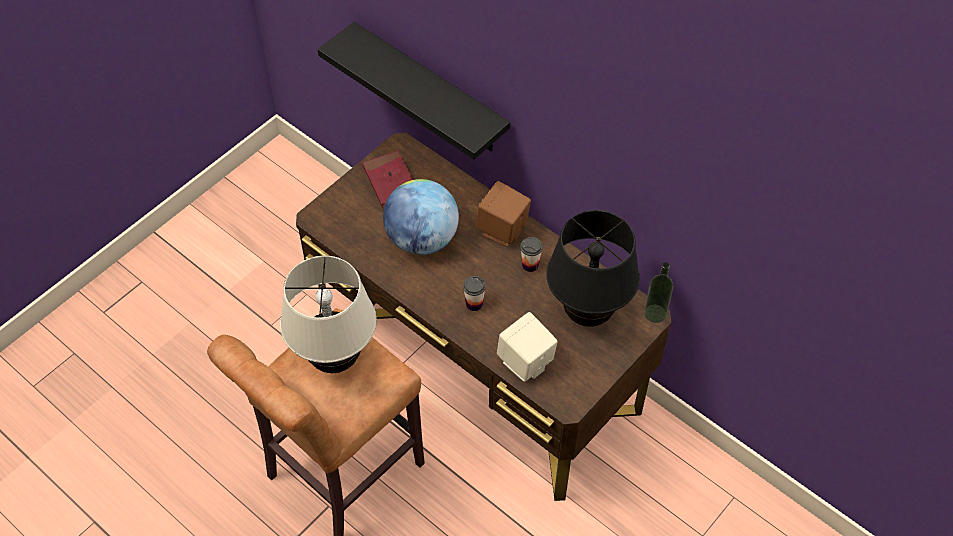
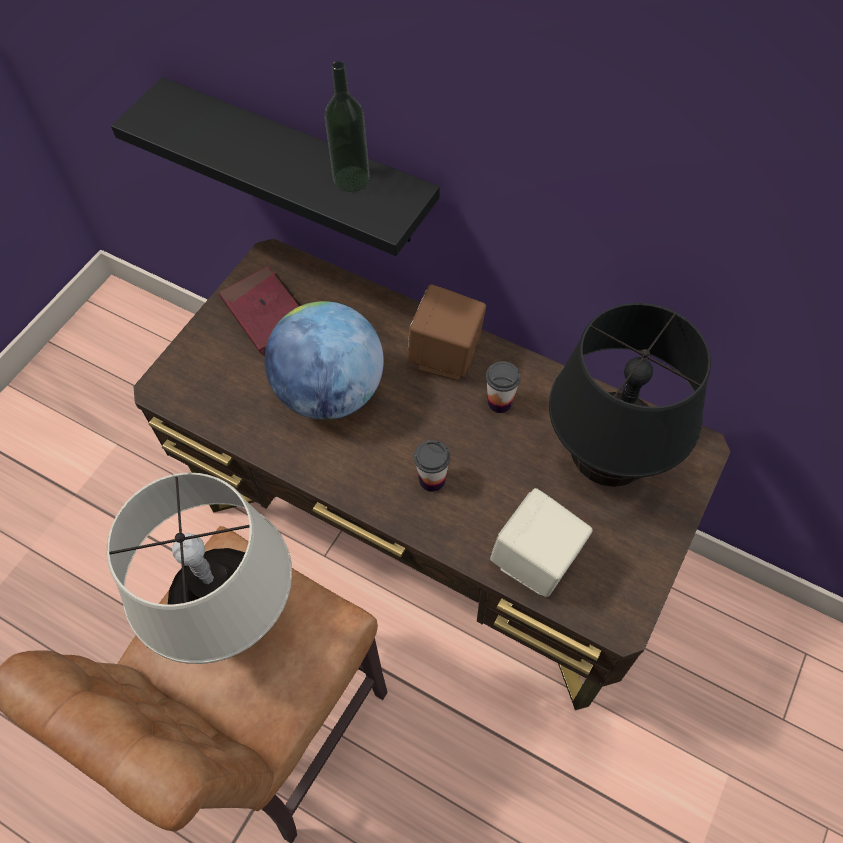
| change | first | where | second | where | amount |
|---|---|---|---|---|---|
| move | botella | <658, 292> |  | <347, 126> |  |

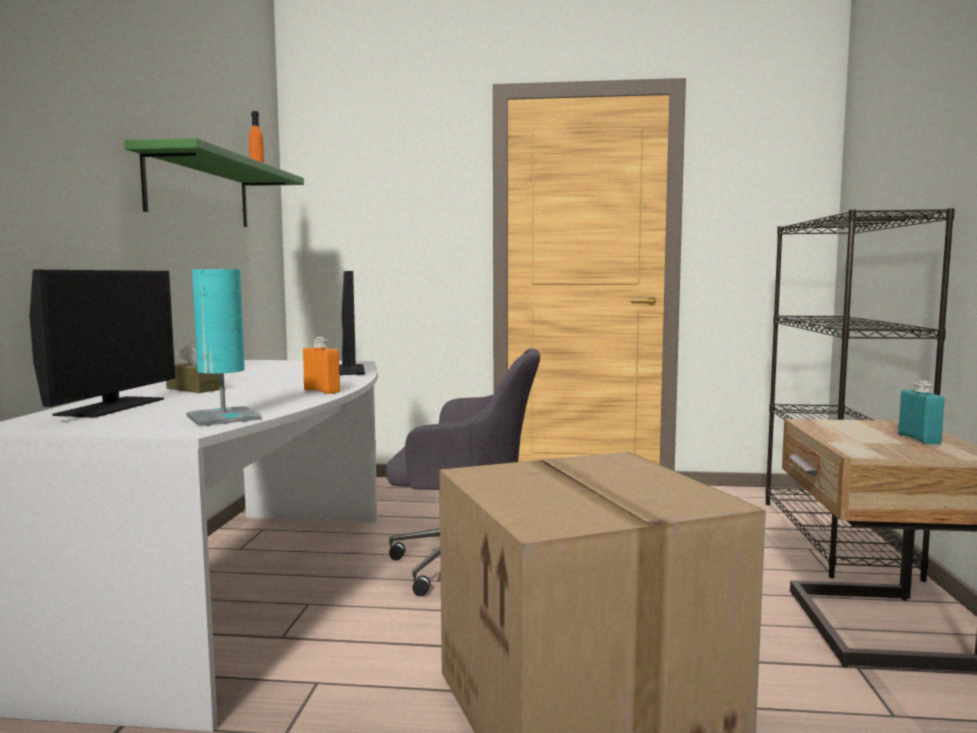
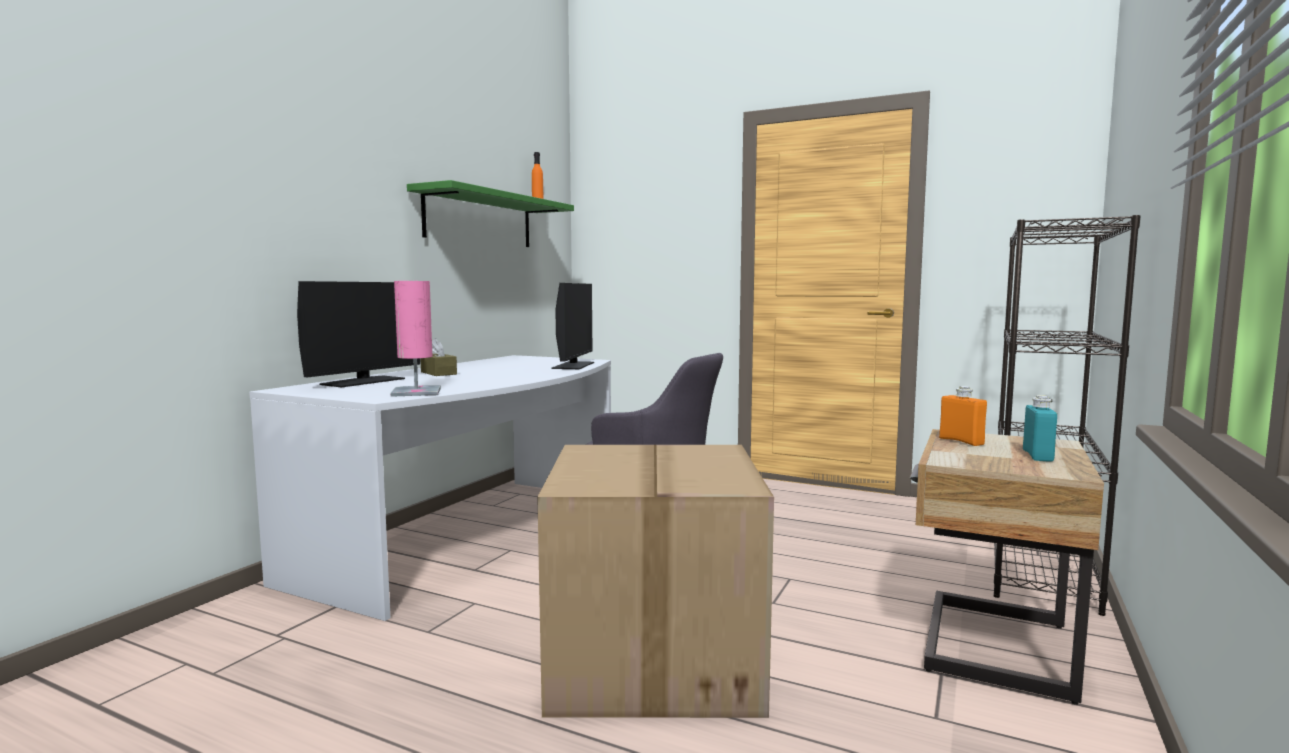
| change | first | where | second | where | amount |
|---|---|---|---|---|---|
| recolor | lámpara de mesa (turquesa) | <223, 347> | lámpara de mesa (rosa) | <415, 339> |  |
| move | botella (naranja) | <321, 365> |  | <963, 416> |  |

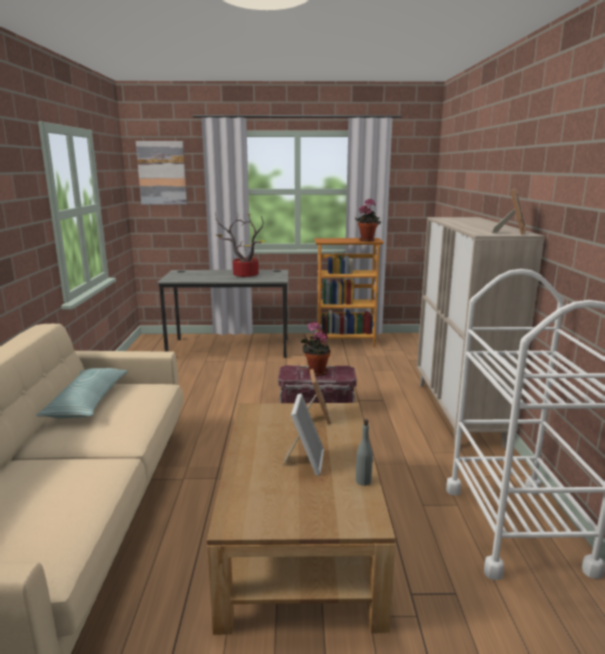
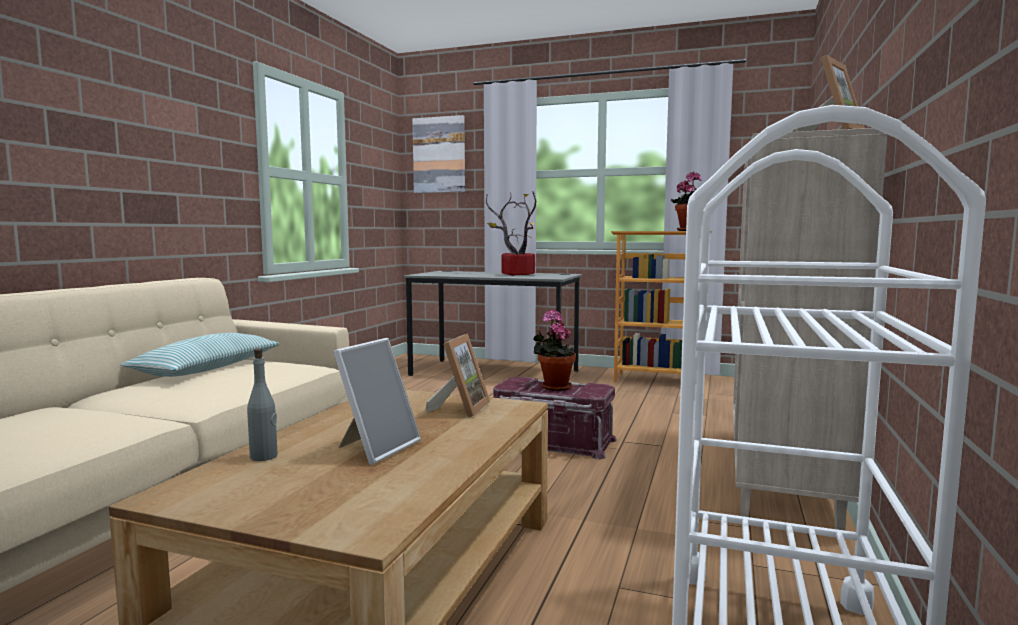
| change | first | where | second | where | amount |
|---|---|---|---|---|---|
| move | botella (gris) | <364, 452> |  | <262, 404> |  |

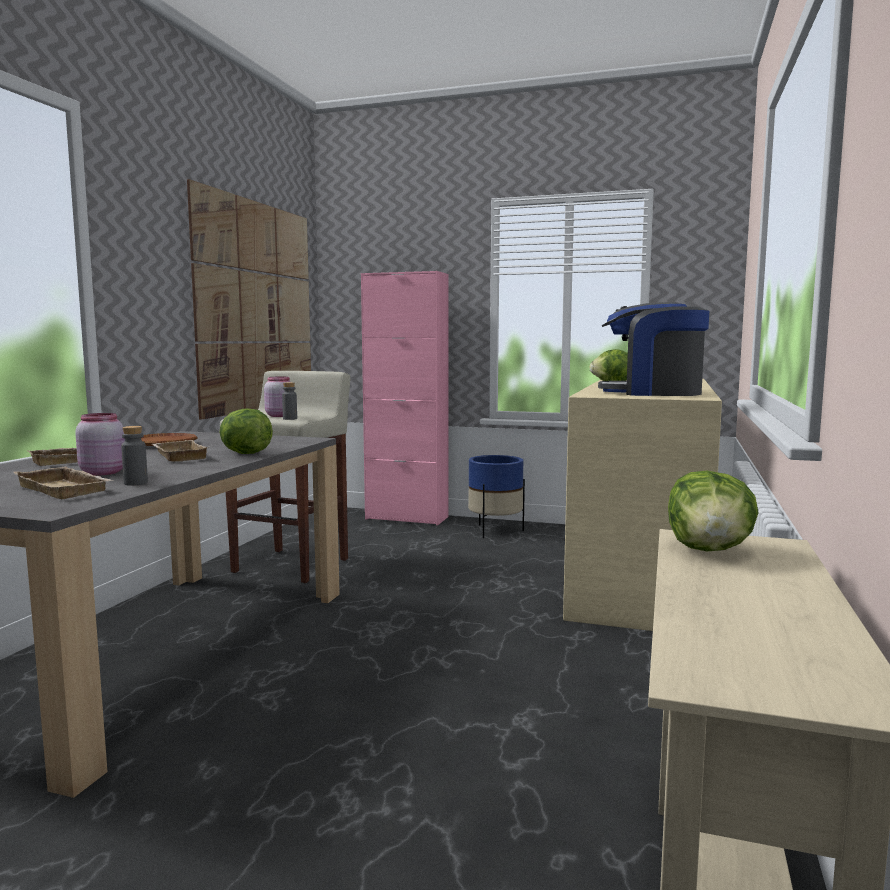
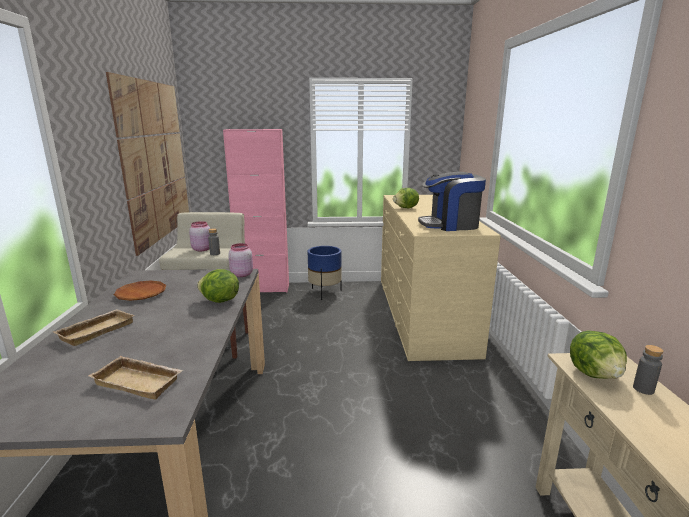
| change | first | where | second | where | amount |
|---|---|---|---|---|---|
| move | tarro (rosa) | <100, 444> |  | <240, 260> |  |
| move | botella (gris) | <134, 456> |  | <648, 370> |  |
| delete | bandeja (beis) | <180, 451> |  |  |  |

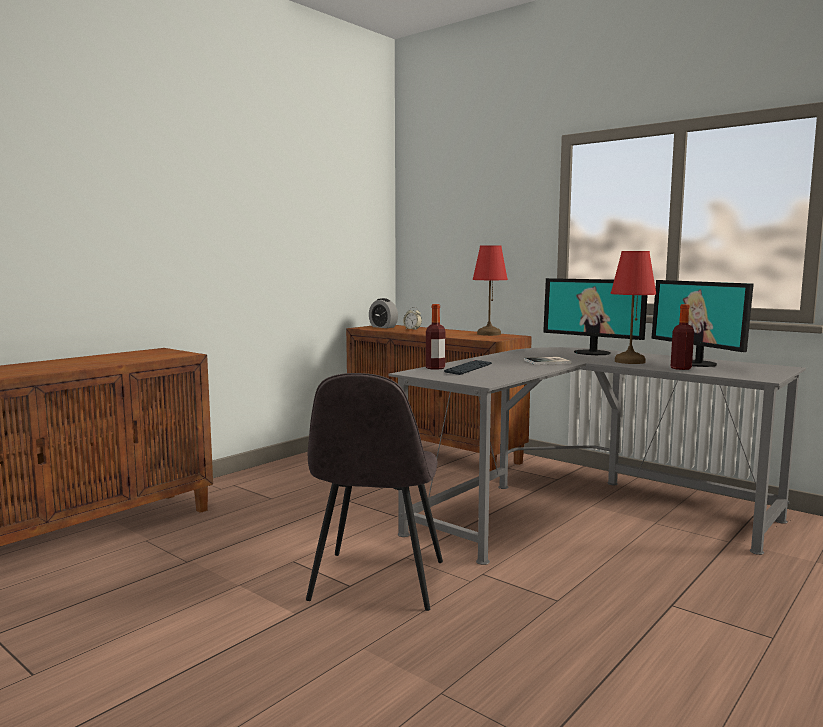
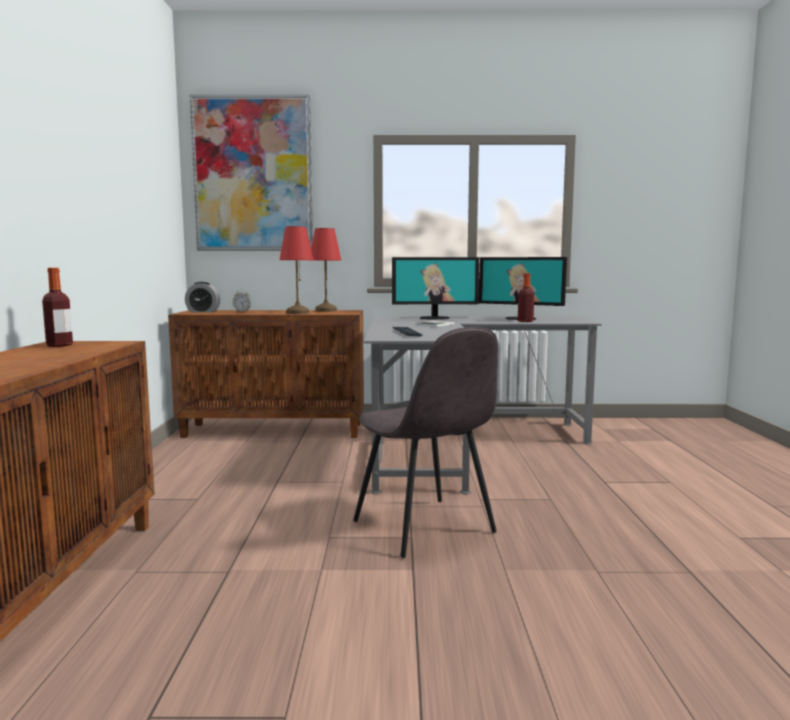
| change | first | where | second | where | amount |
|---|---|---|---|---|---|
| move | botella | <436, 337> |  | <57, 307> |  |
| move | lámpara de mesa (rojo) | <634, 307> |  | <296, 270> |  |
| insert |  |  | cuadro | <251, 172> |  |

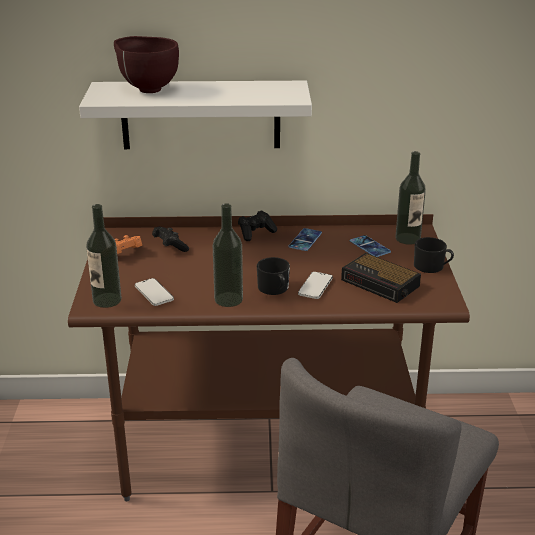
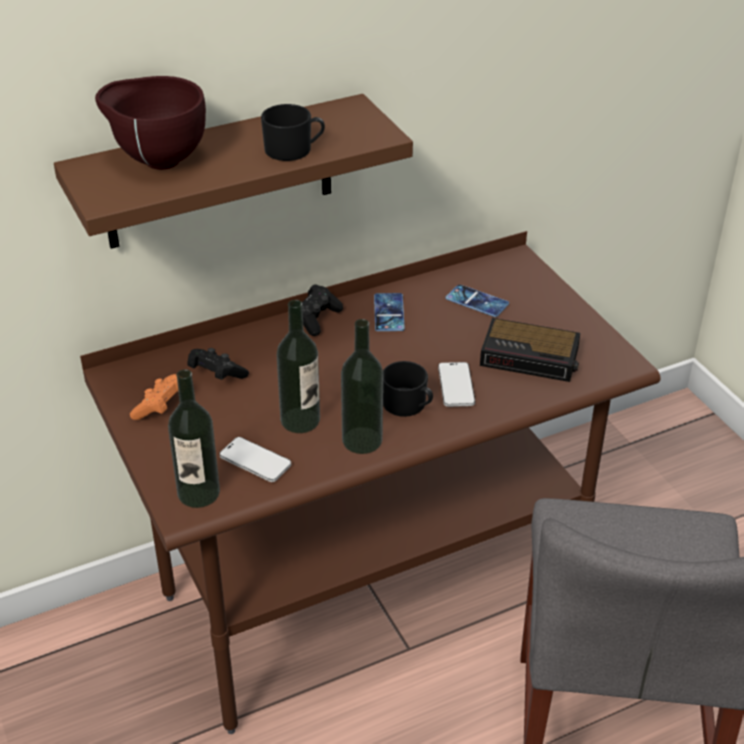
| change | first | where | second | where | amount |
|---|---|---|---|---|---|
| recolor | estante (blanco) | <195, 115> | estante (marrón) | <233, 171> |  |
| move | botella | <410, 198> |  | <298, 366> |  |
| move | taza grande (negro) | <434, 255> |  | <293, 132> |  |

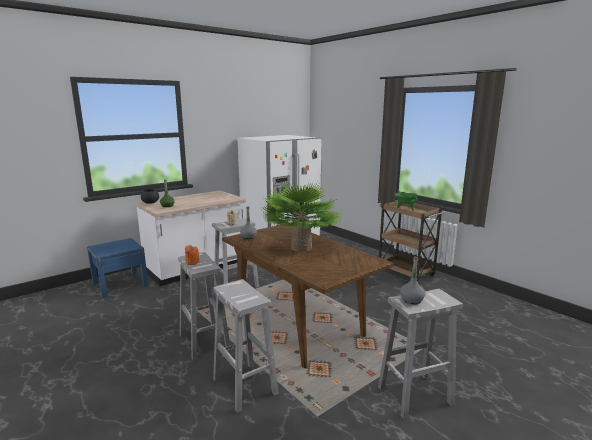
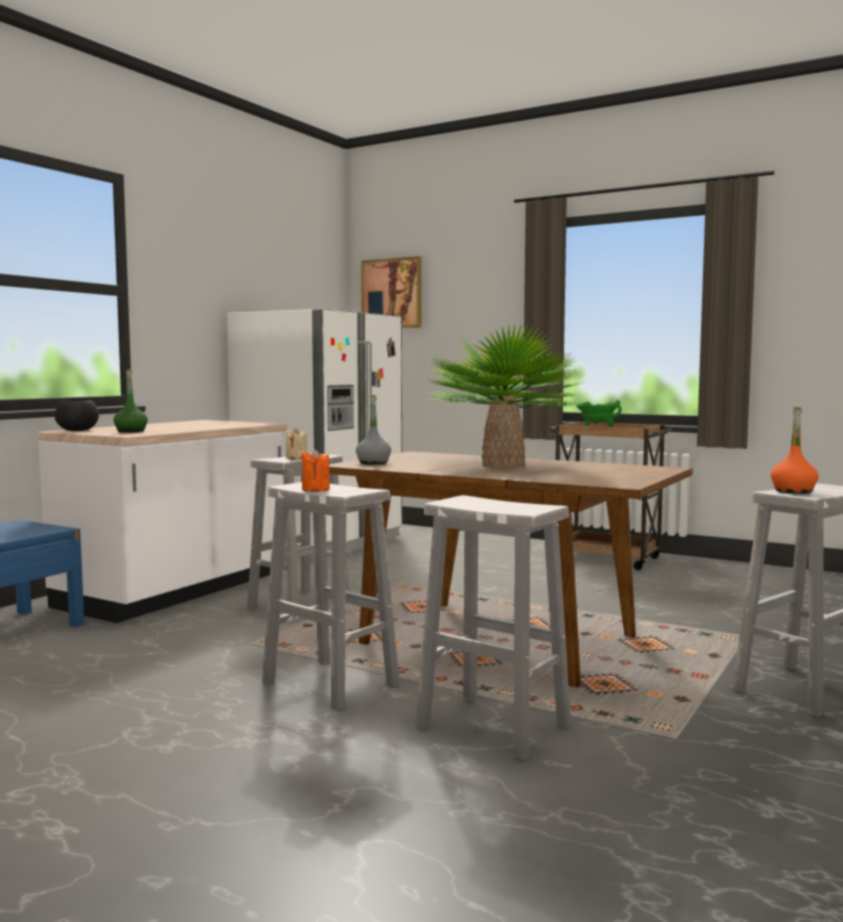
| change | first | where | second | where | amount |
|---|---|---|---|---|---|
| recolor | botella (gris) | <412, 280> | botella (naranja) | <795, 450> |  |
| insert |  |  | cuadro | <391, 292> |  |

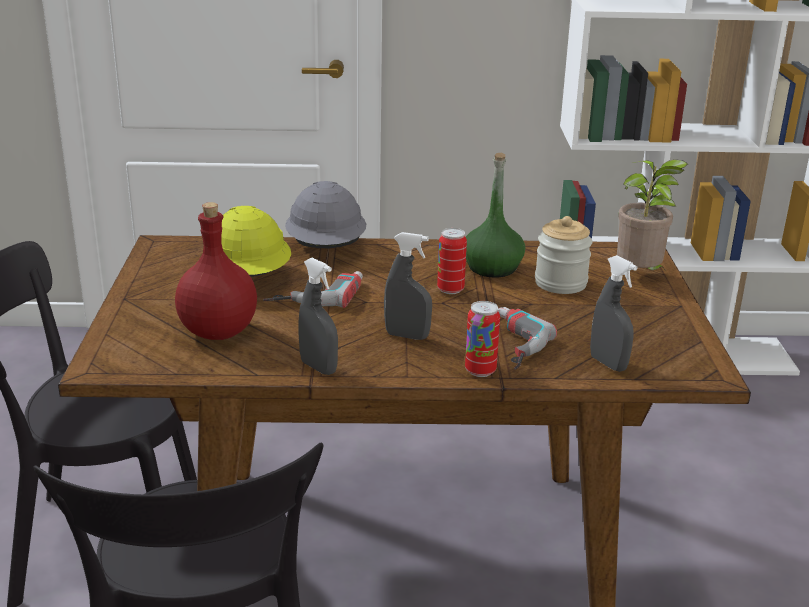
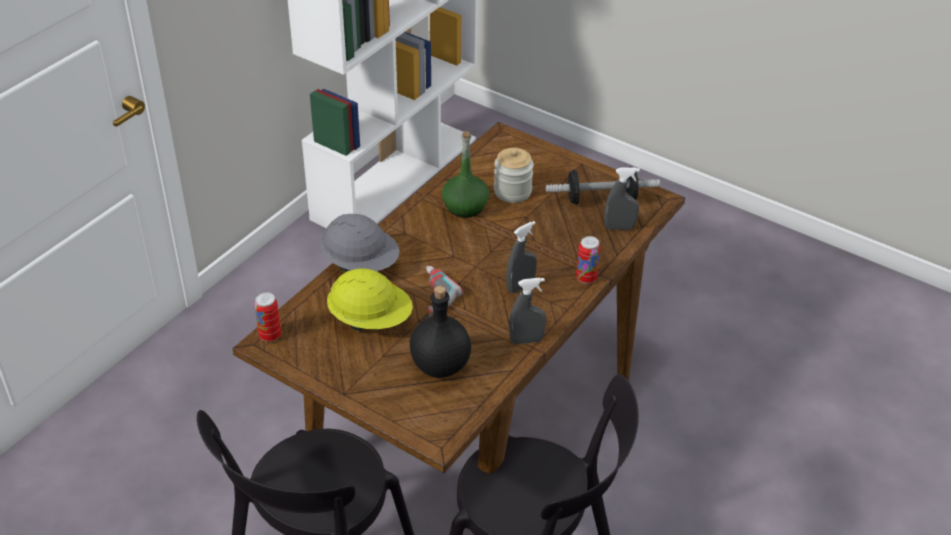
| change | first | where | second | where | amount |
|---|---|---|---|---|---|
| recolor | botella (rojo) | <216, 271> | botella (negro) | <440, 332> |  |
| move | lata | <452, 261> |  | <267, 317> |  |
| delete | taladro | <527, 338> |  |  |  |
| delete | planta en maceta | <653, 215> |  |  |  |
| insert |  |  | mancuerna | <603, 186> |  |

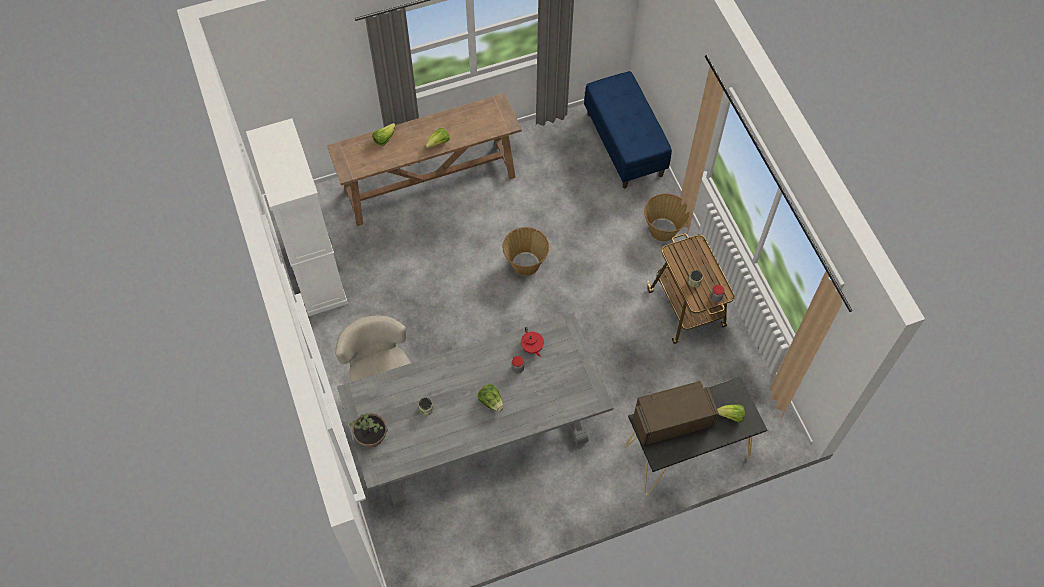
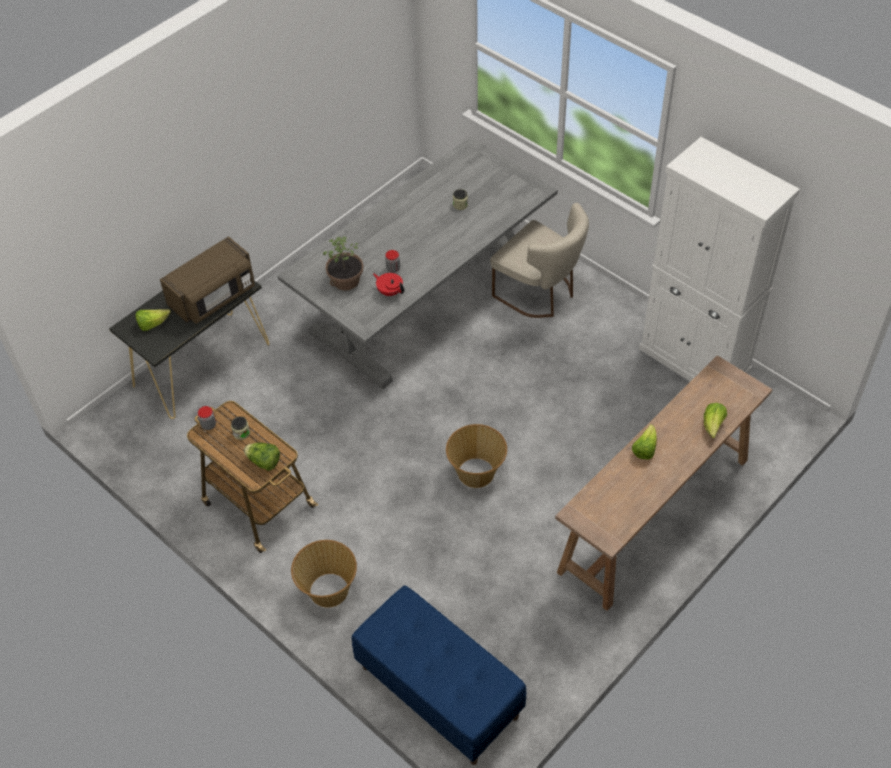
| change | first | where | second | where | amount |
|---|---|---|---|---|---|
| move | planta en maceta | <368, 430> |  | <343, 264> |  |
| move | lechuga | <490, 398> |  | <262, 457> |  |

